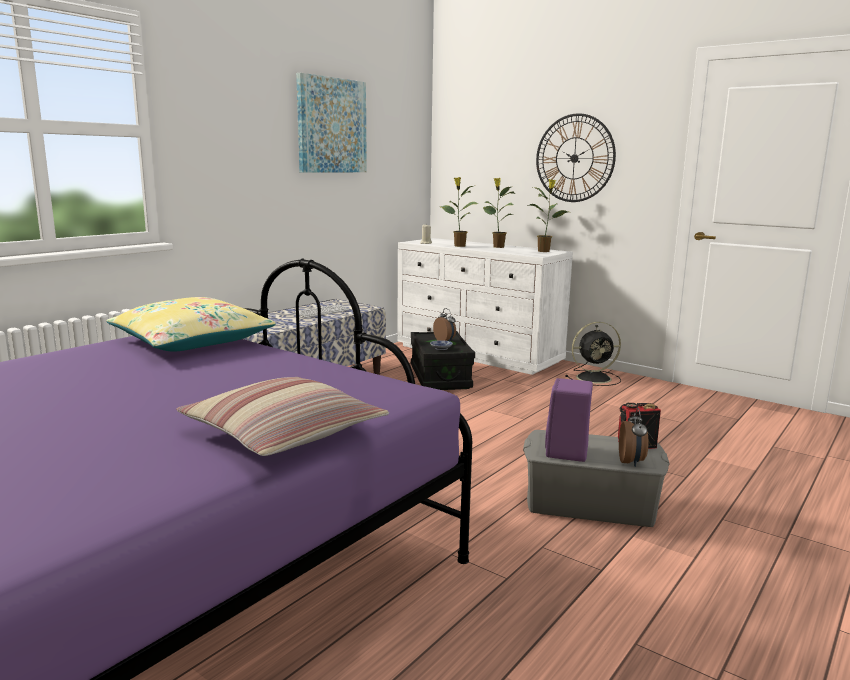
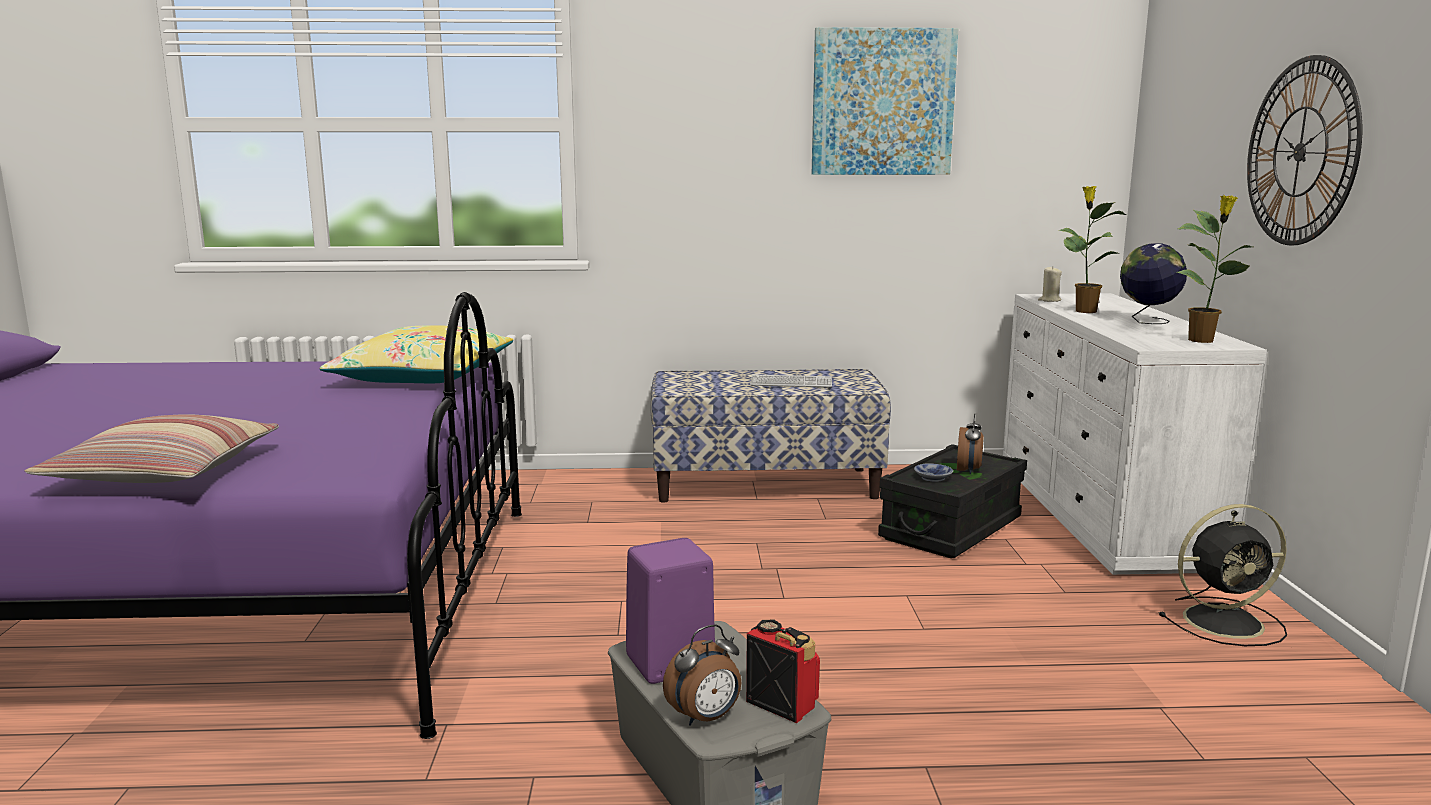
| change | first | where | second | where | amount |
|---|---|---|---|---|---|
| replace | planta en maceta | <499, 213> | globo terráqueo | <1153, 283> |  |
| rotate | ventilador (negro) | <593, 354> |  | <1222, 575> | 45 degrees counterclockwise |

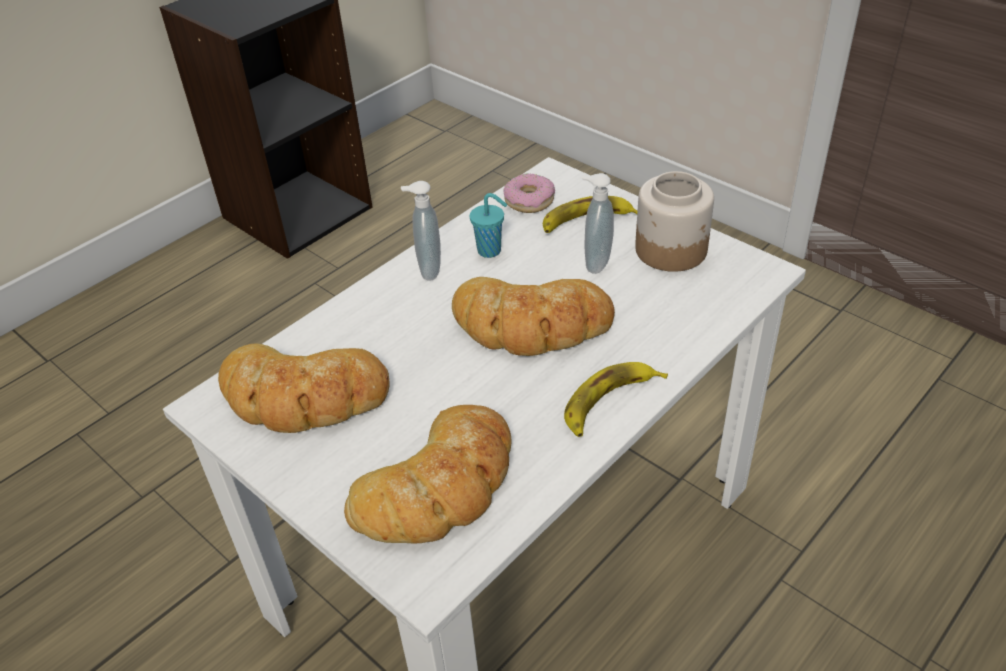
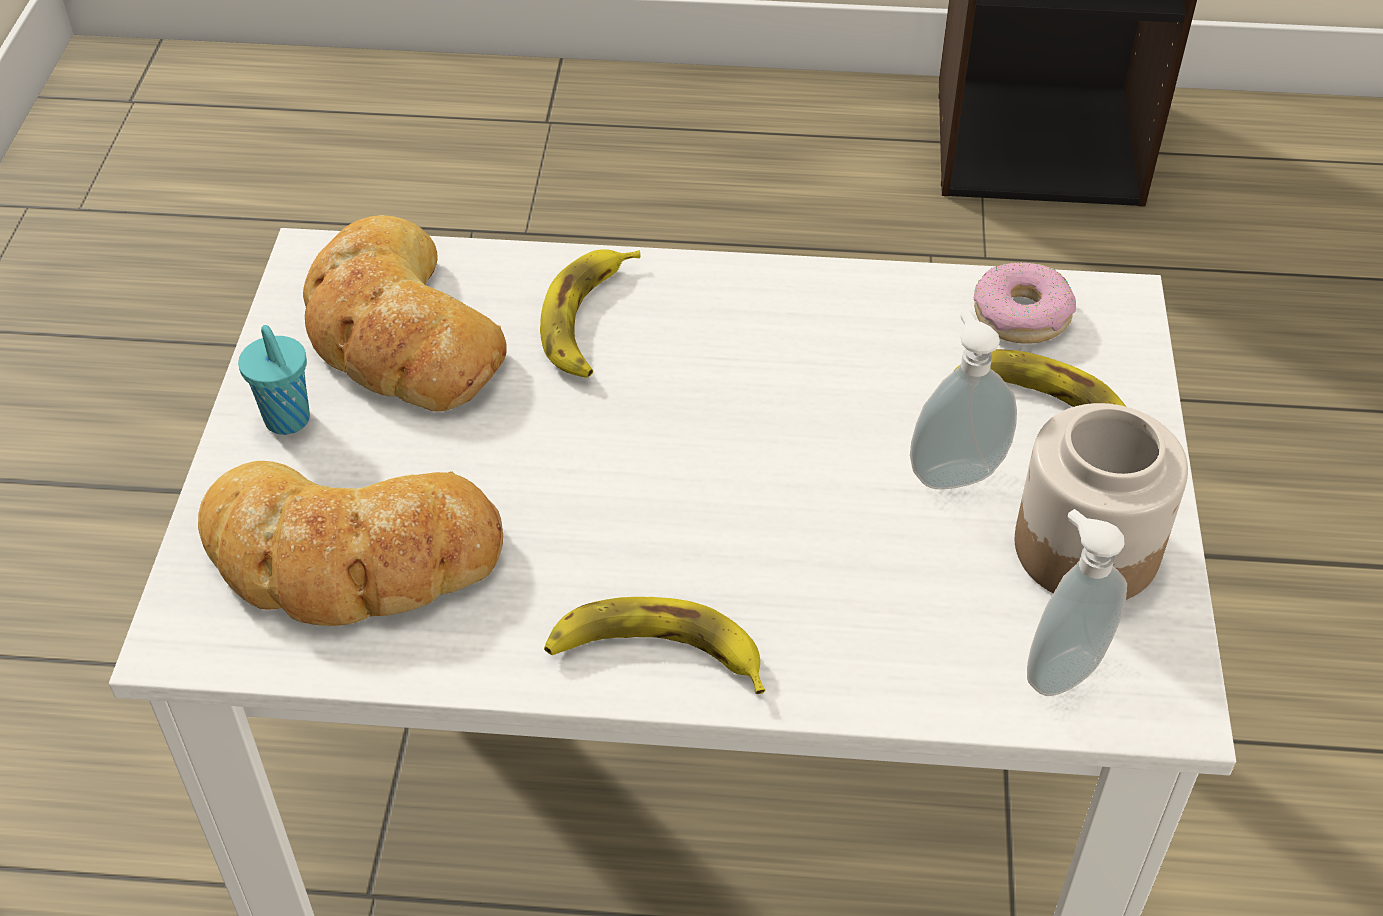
| change | first | where | second | where | amount |
|---|---|---|---|---|---|
| move | dispensador de jabón | <421, 231> |  | <1077, 602> |  |
| delete | pan | <533, 316> |  |  |  |
| move | taza (turquesa) | <488, 225> |  | <274, 380> |  |
| insert |  |  | plátano | <590, 313> |  |

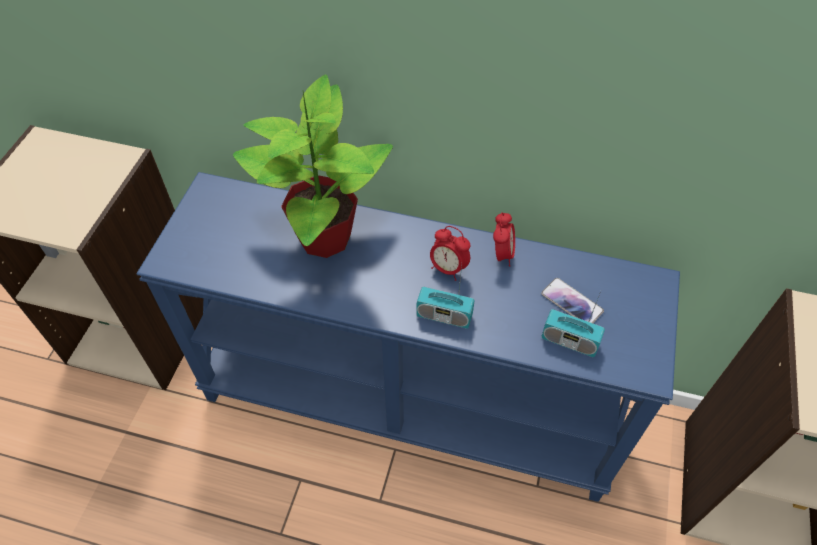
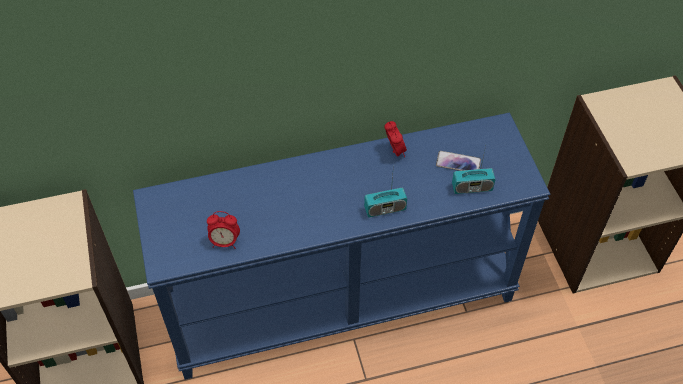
| change | first | where | second | where | amount |
|---|---|---|---|---|---|
| delete | planta en maceta | <313, 166> |  |  |  |
| move | despertador | <450, 253> |  | <223, 230> |  |

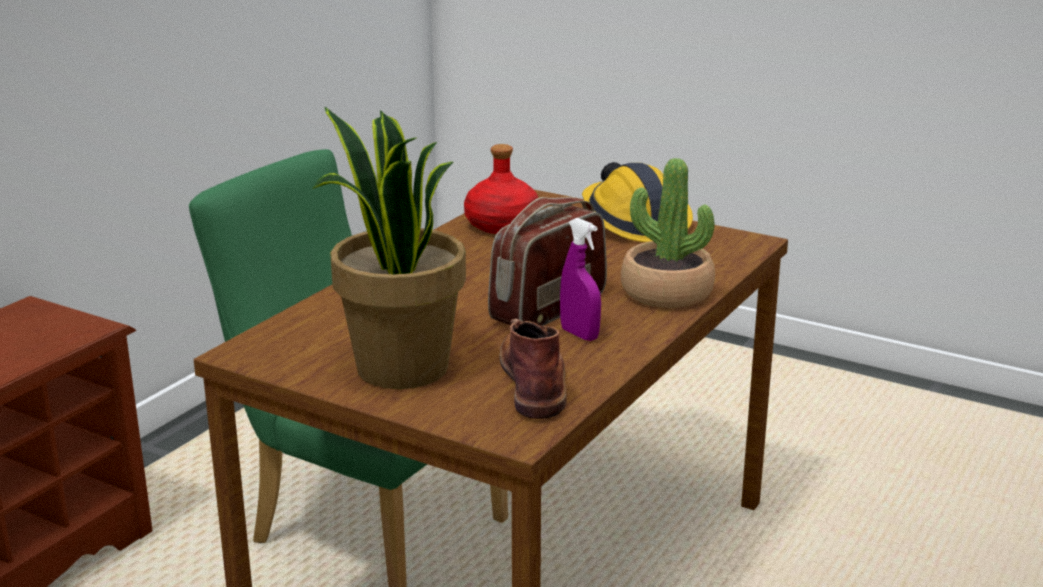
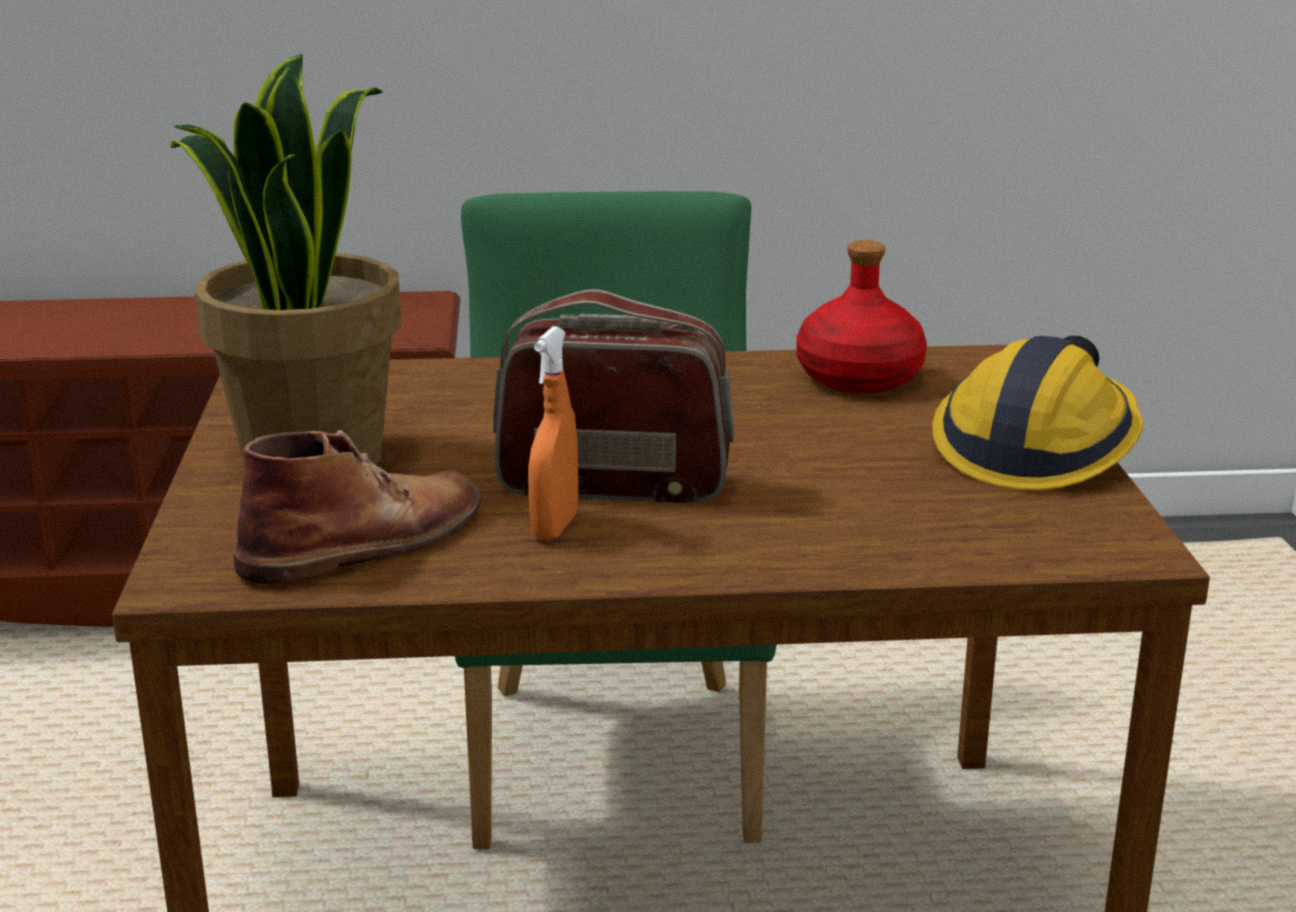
| change | first | where | second | where | amount |
|---|---|---|---|---|---|
| recolor | pulverizador (morado) | <580, 279> | pulverizador (naranja) | <553, 433> |  |
| delete | planta en maceta | <668, 233> |  |  |  |

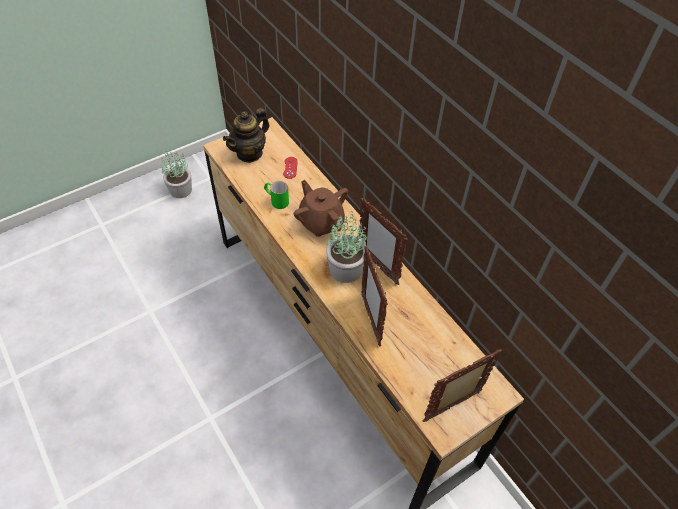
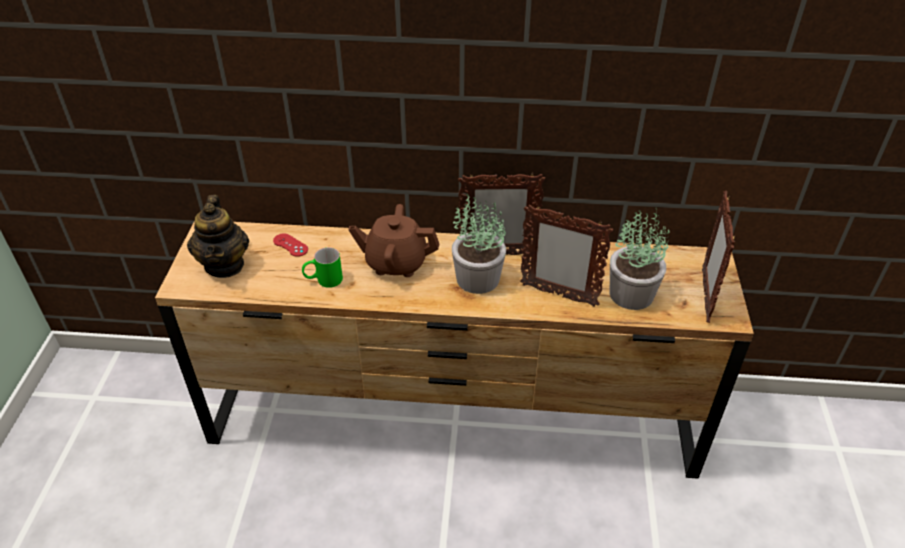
| change | first | where | second | where | amount |
|---|---|---|---|---|---|
| move | planta en maceta | <176, 174> |  | <640, 259> |  |

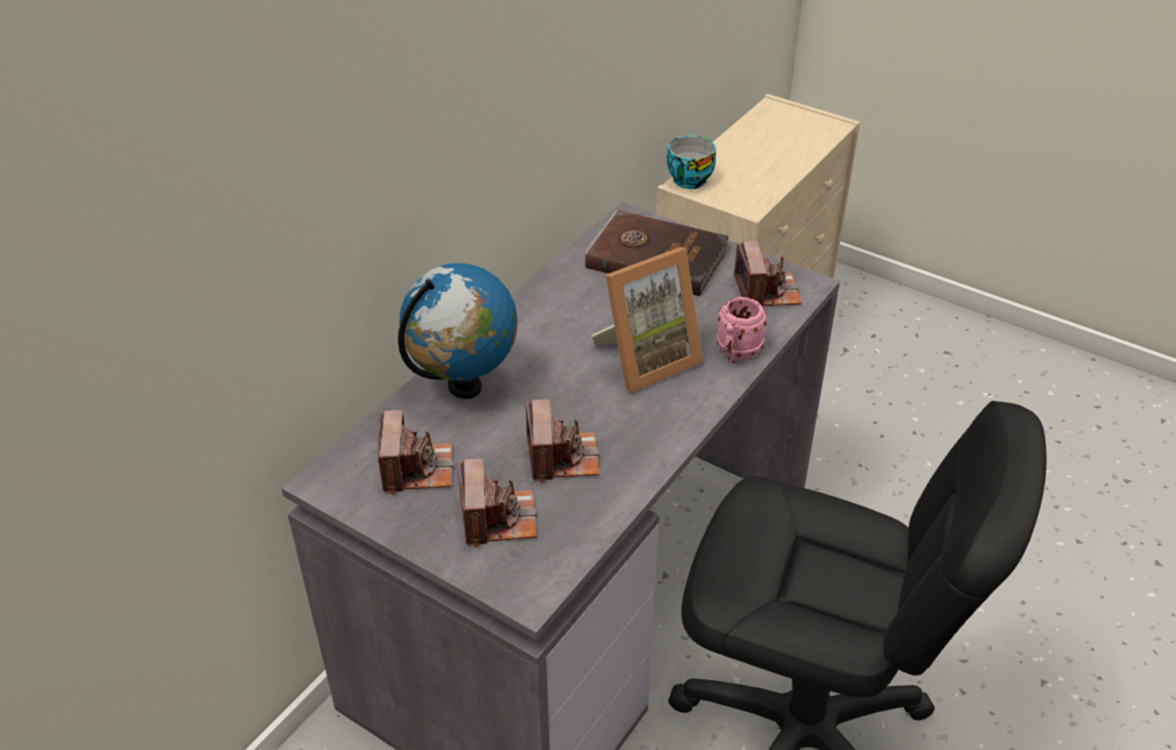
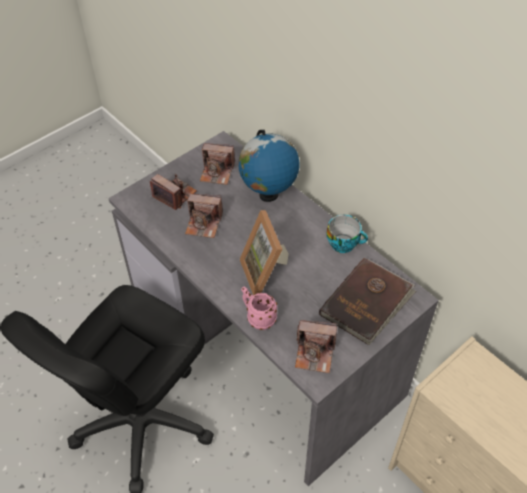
| change | first | where | second | where | amount |
|---|---|---|---|---|---|
| rotate | cámara | <497, 503> |  | <173, 192> | 150 degrees counterclockwise |
| move | taza | <691, 162> |  | <347, 234> |  |

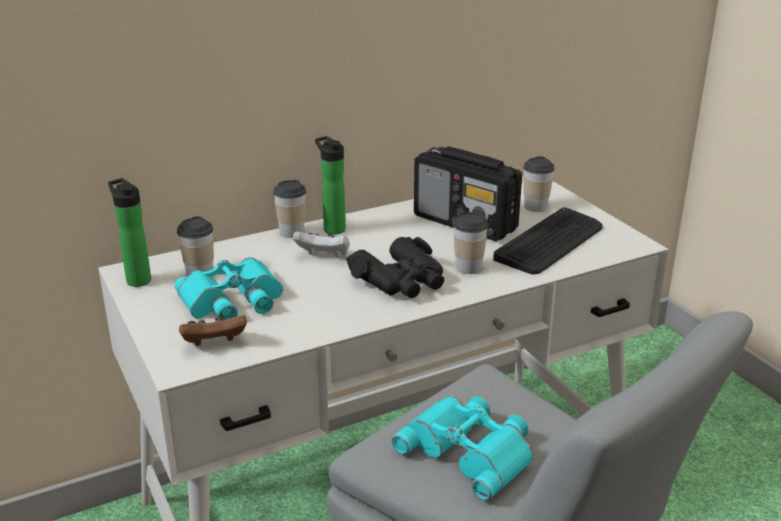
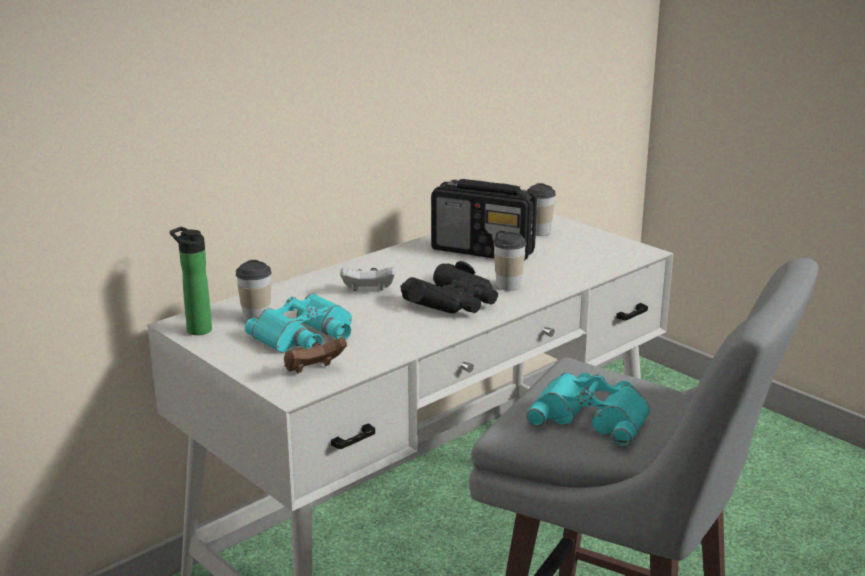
| change | first | where | second | where | amount |
|---|---|---|---|---|---|
| delete | taza | <289, 208> |  |  |  |
| delete | botella | <330, 185> |  |  |  |
| delete | teclado | <548, 240> |  |  |  |

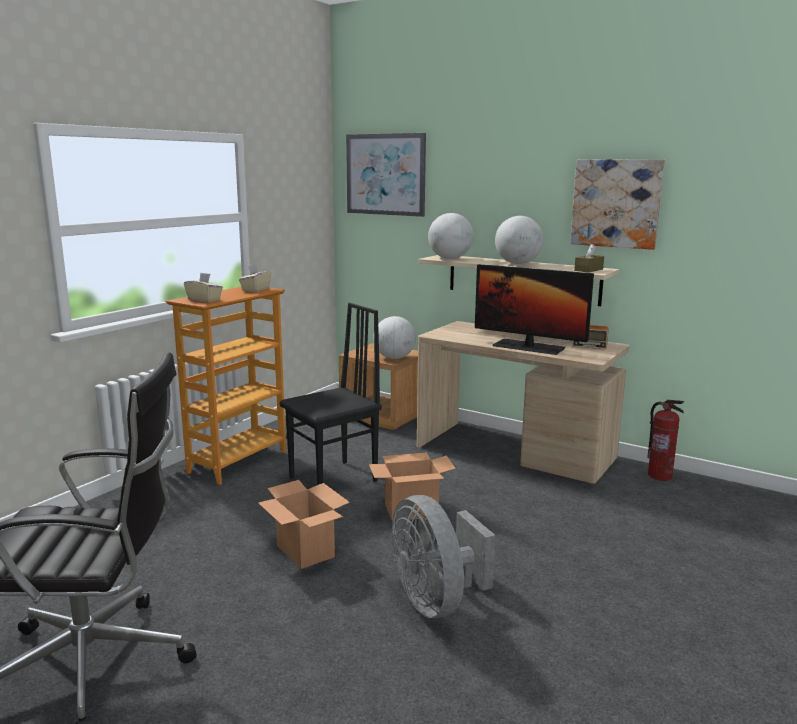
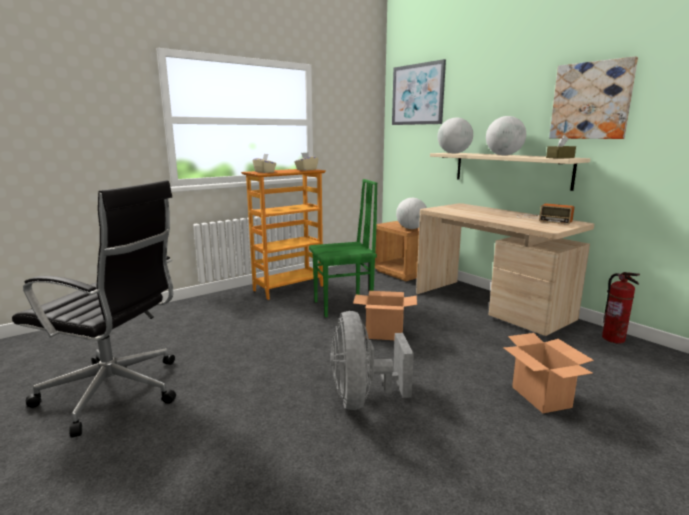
| change | first | where | second | where | amount |
|---|---|---|---|---|---|
| move | caja de cartón | <304, 524> |  | <548, 373> |  |
| recolor | silla (negro) | <331, 394> | silla (verde) | <343, 248> |  |
| delete | monitor | <534, 309> |  |  |  |

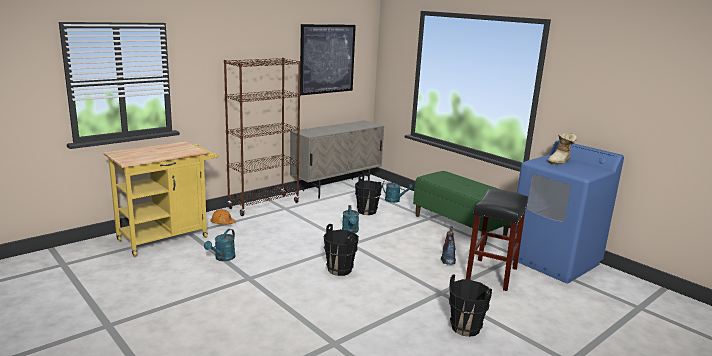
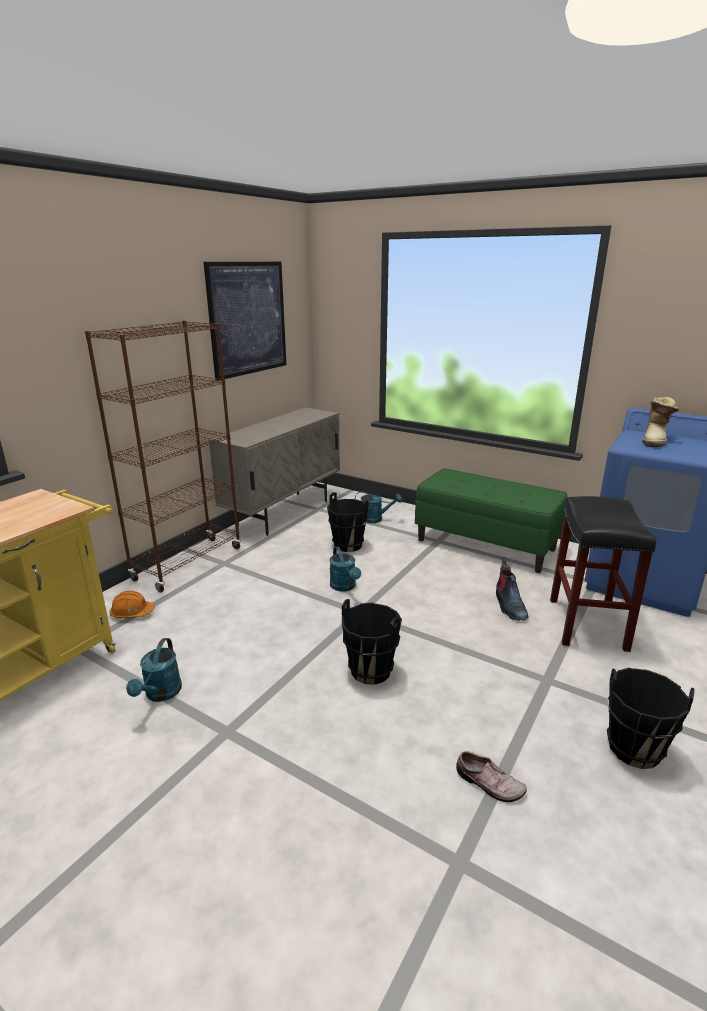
| change | first | where | second | where | amount |
|---|---|---|---|---|---|
| insert |  |  | zapato | <491, 776> |  |

